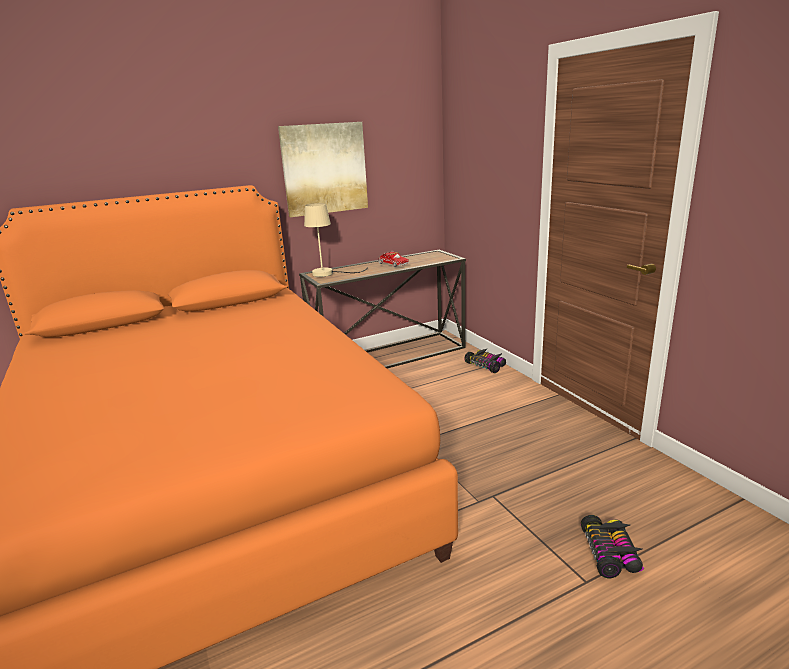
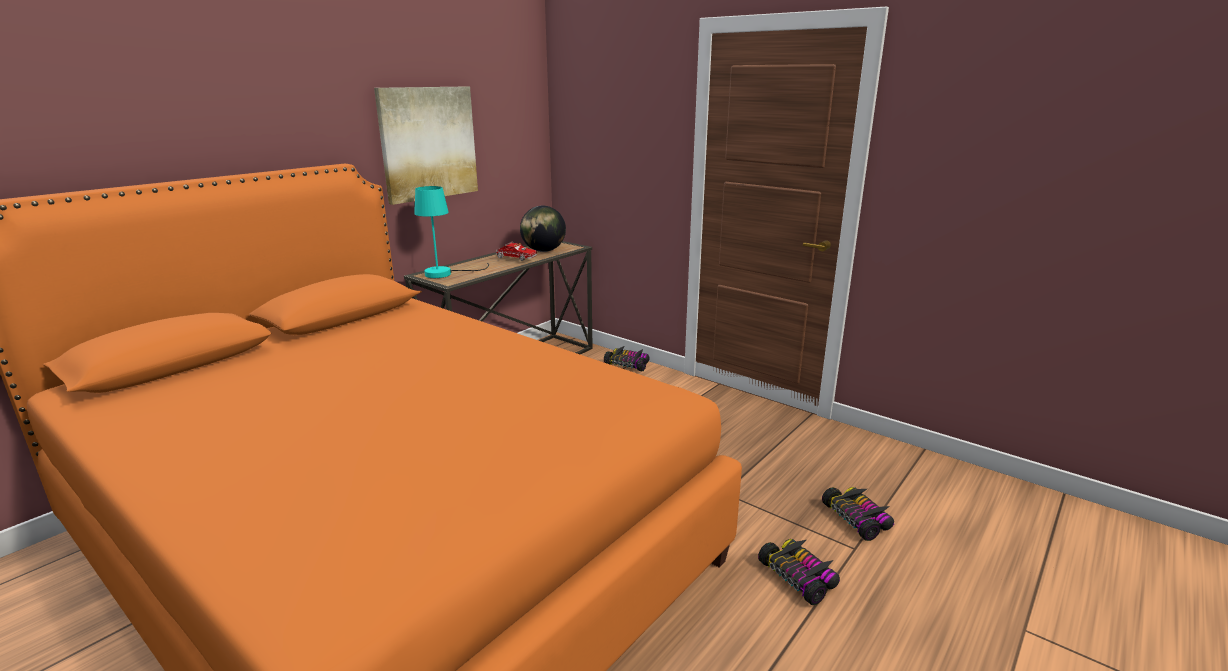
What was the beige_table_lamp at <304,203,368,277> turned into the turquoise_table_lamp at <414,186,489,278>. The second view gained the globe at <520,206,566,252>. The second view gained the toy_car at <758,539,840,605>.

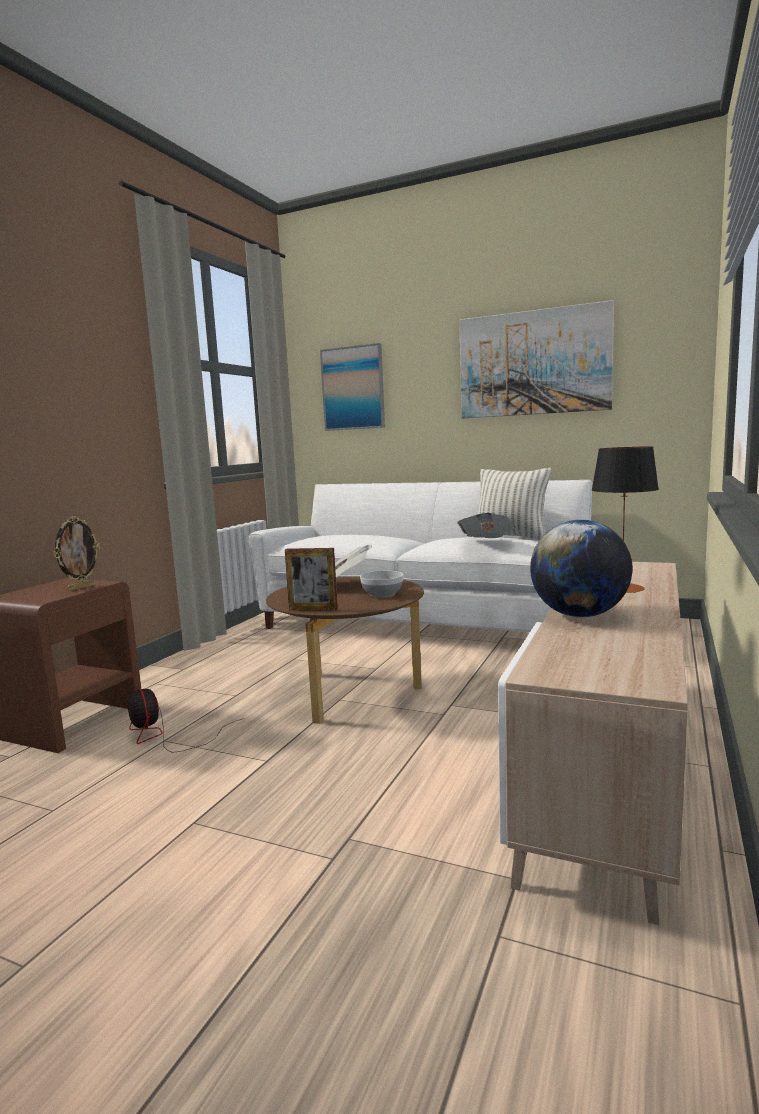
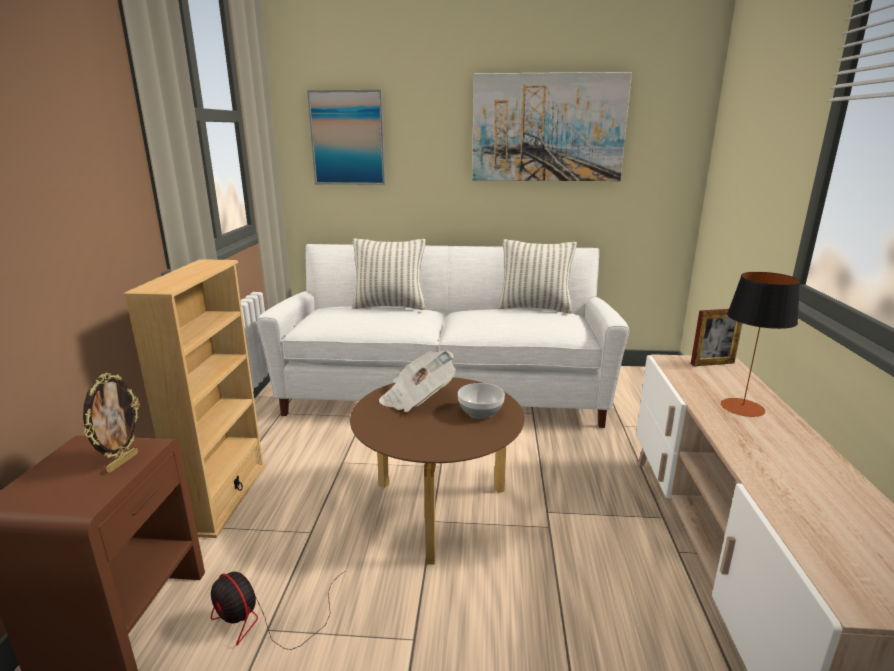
The second view gained the beige_bookcase at <123,259,266,538>. The second view gained the pillow at <352,238,426,310>. The picture_frame ended up elsewhere, having gone from <285,548,338,610> to <691,309,742,366>. The second view lost the newspaper at <457,513,516,538>. The second view lost the globe at <530,520,633,617>.

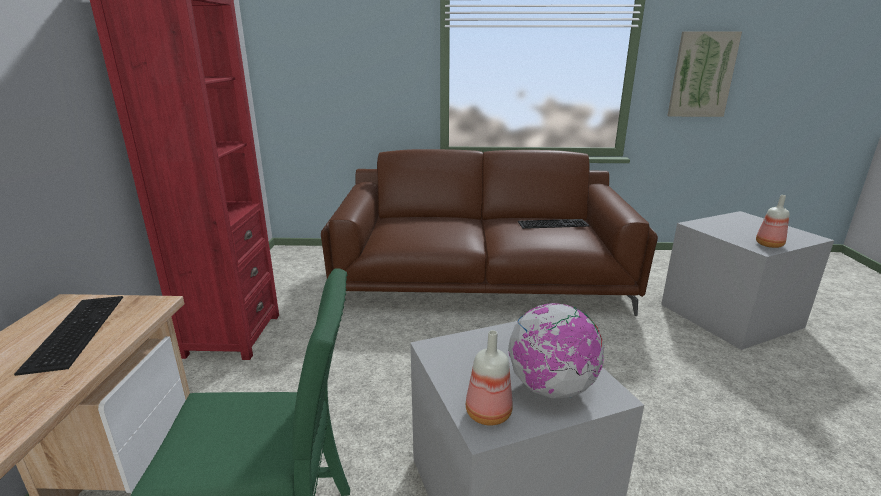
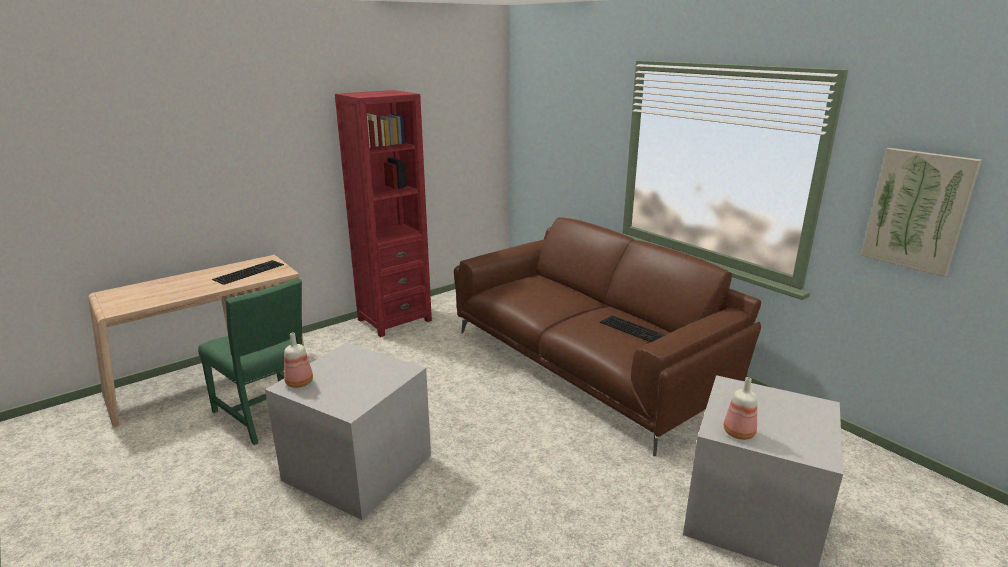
The second view lost the globe at <508,303,604,398>.

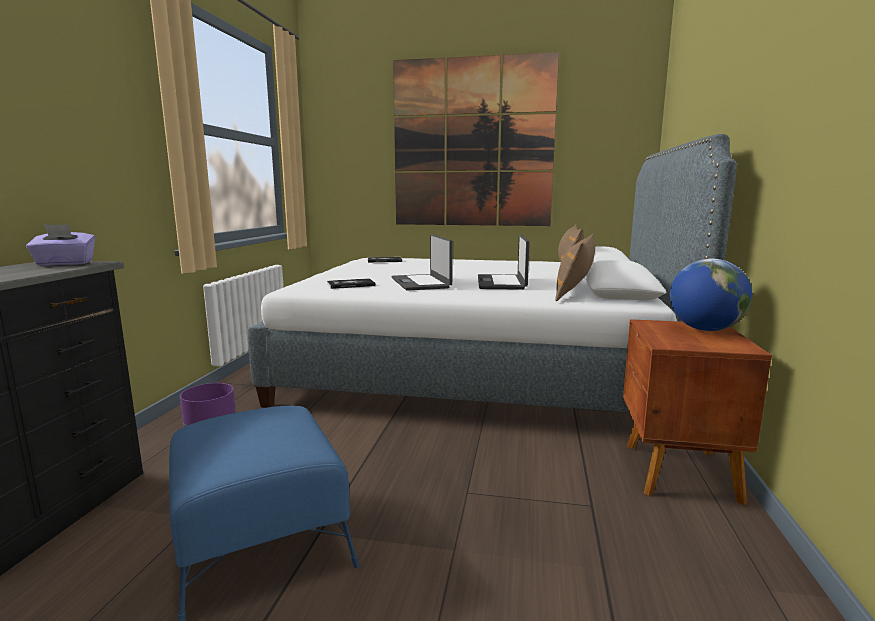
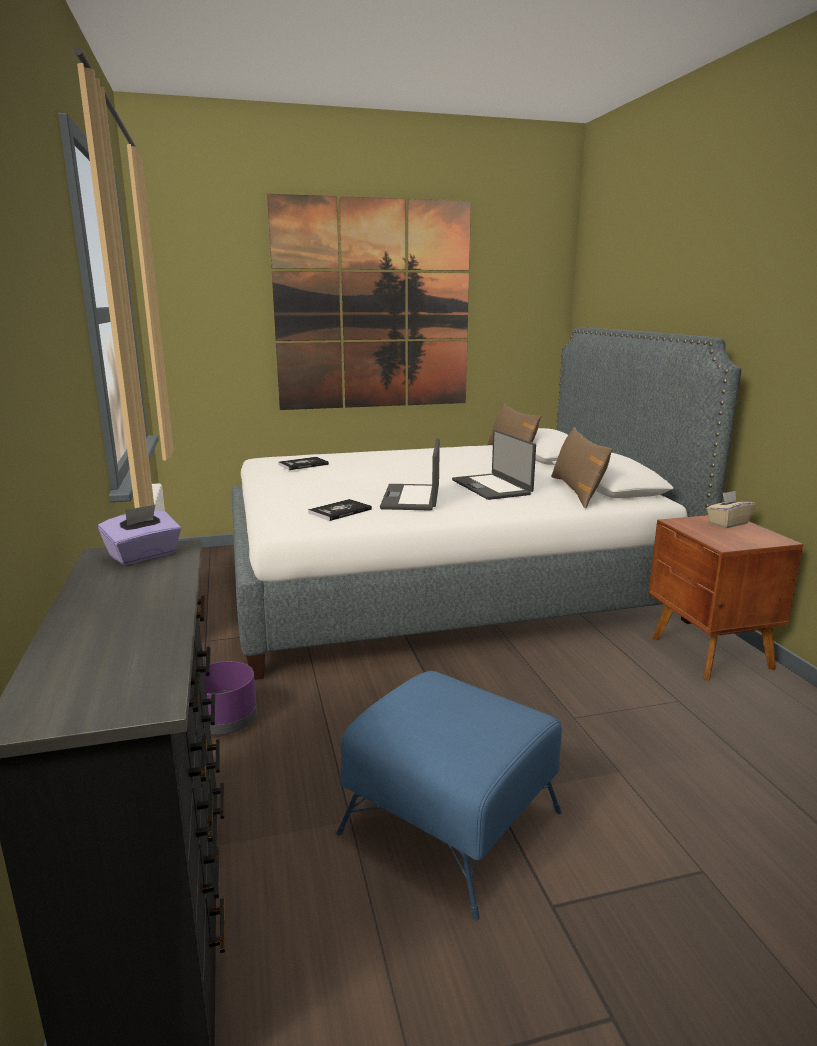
The laptop at <392,234,453,291> ended up facing another way, 45 degrees clockwise from before. Where the globe stood at <670,259,752,331>, the beige_tissue_box came to stand at <706,491,755,528>.

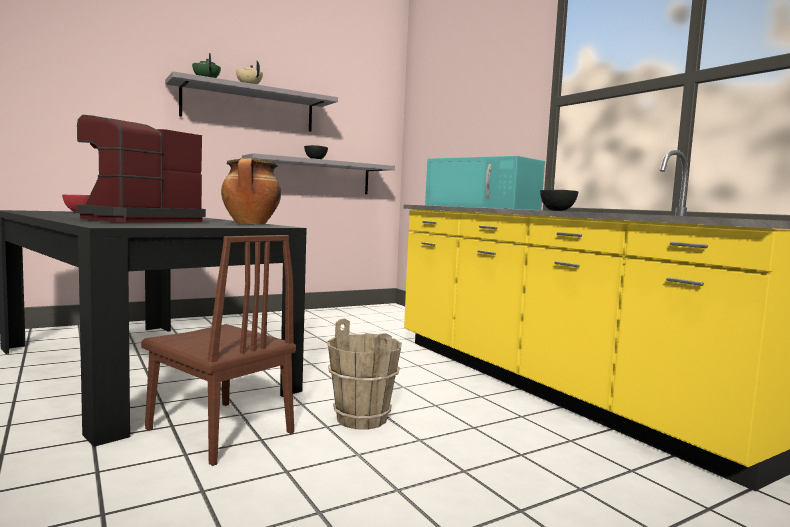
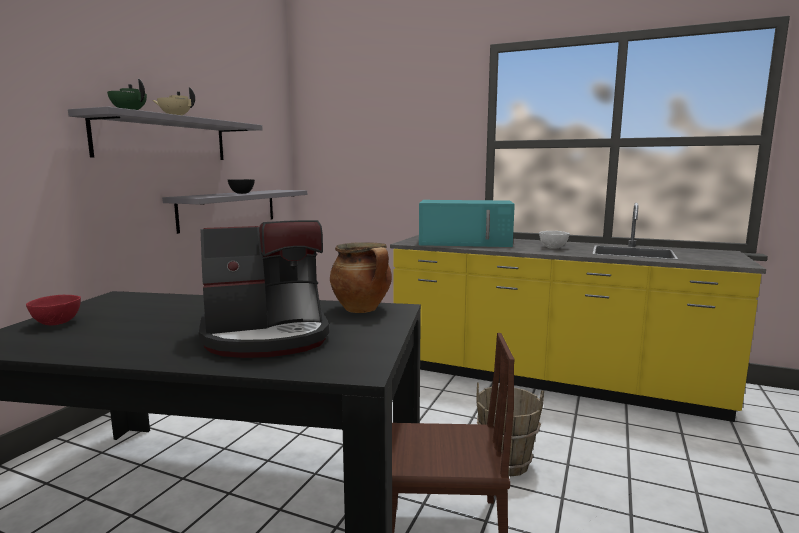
The coffee_machine at <76,115,206,222> ended up facing another way, 105 degrees counterclockwise from before. What was the black_bowl at <540,190,578,211> turned into the white_bowl at <539,231,570,249>.

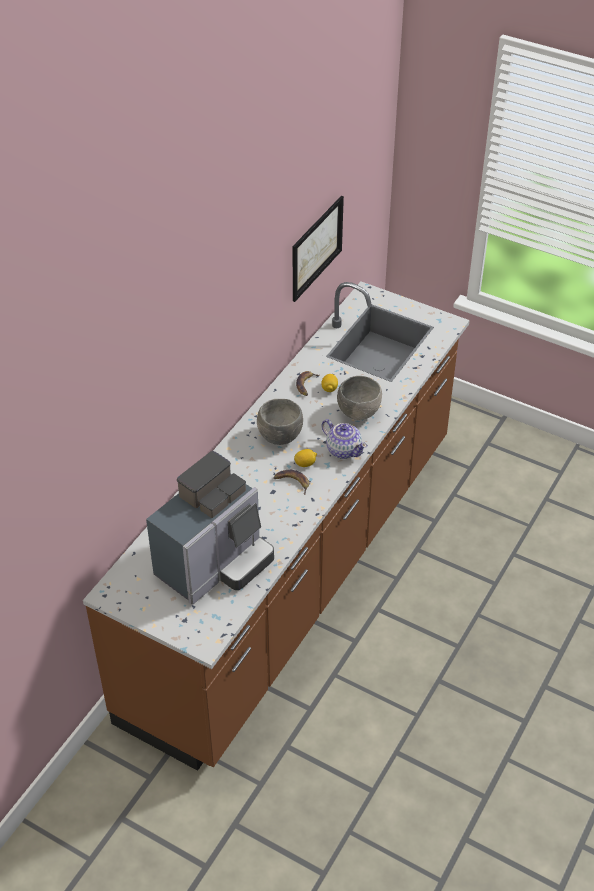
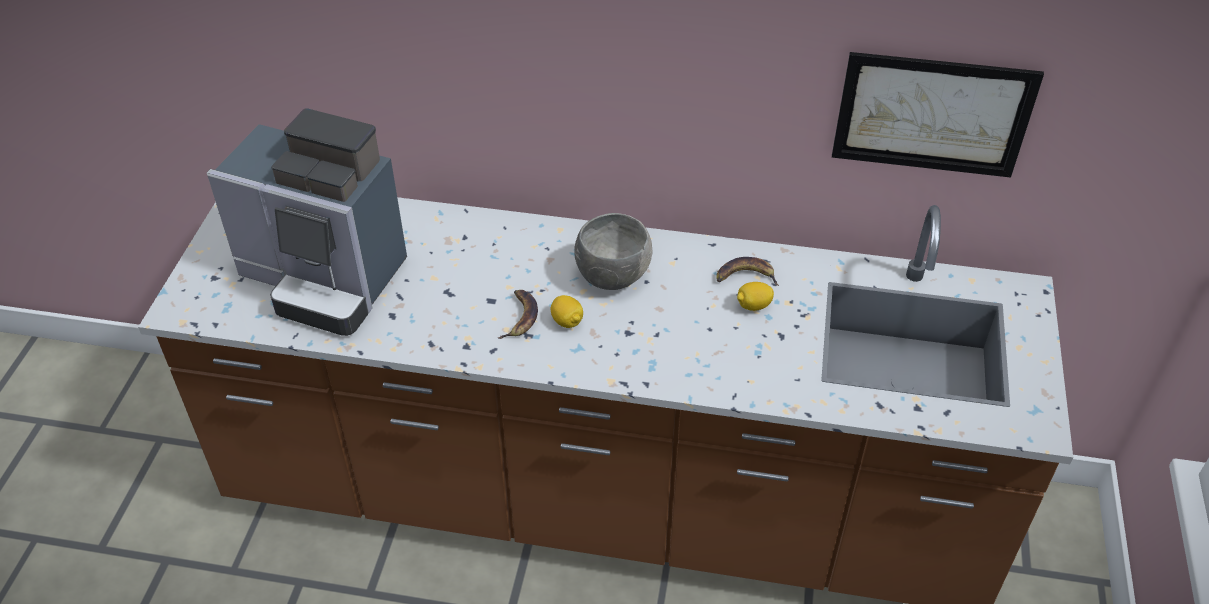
The second view lost the teapot at <322,419,367,459>. The second view lost the grey_bowl at <337,376,382,420>.

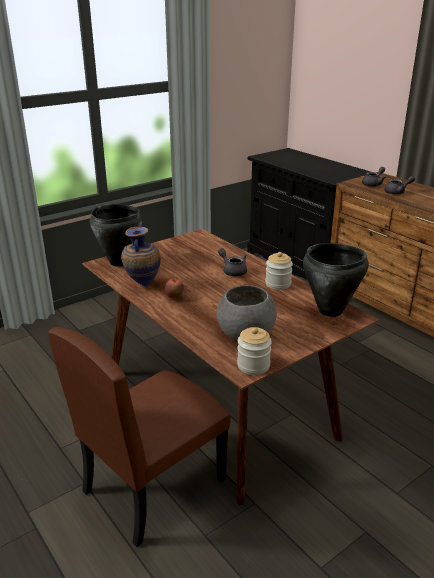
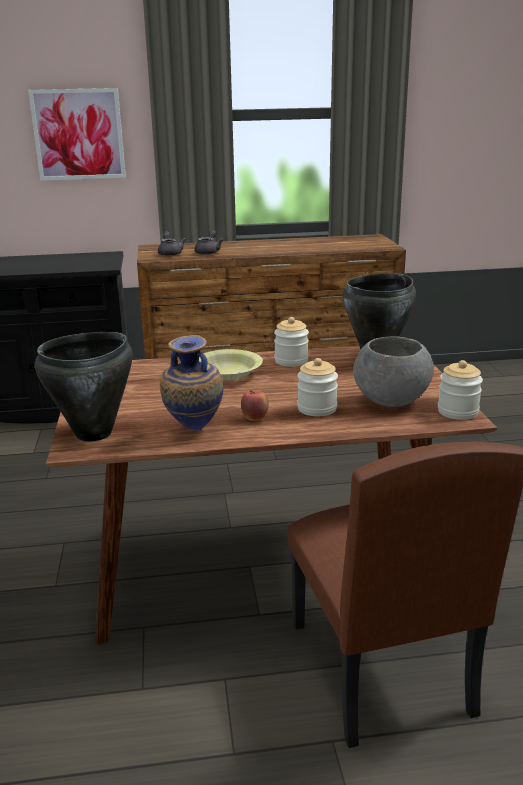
The second view gained the picture at <28,88,126,181>. Where the grey_teapot stood at <218,248,247,276>, the yellow_bowl came to stand at <199,349,263,380>. The second view gained the jar at <297,358,338,416>.

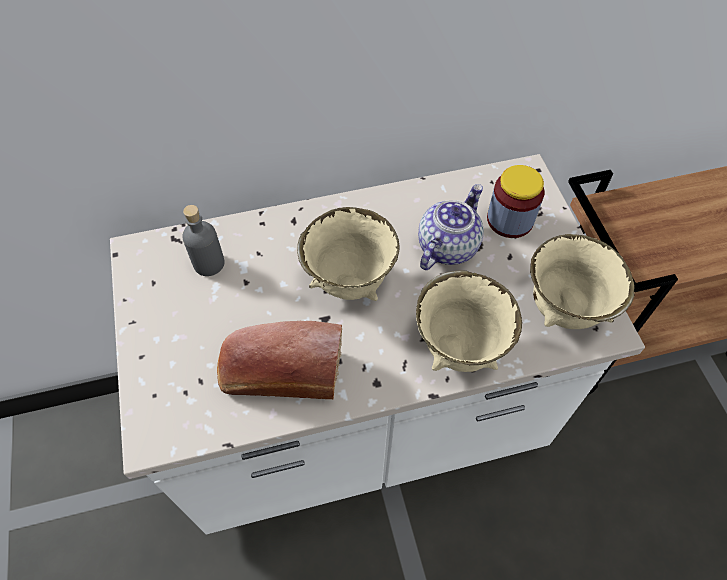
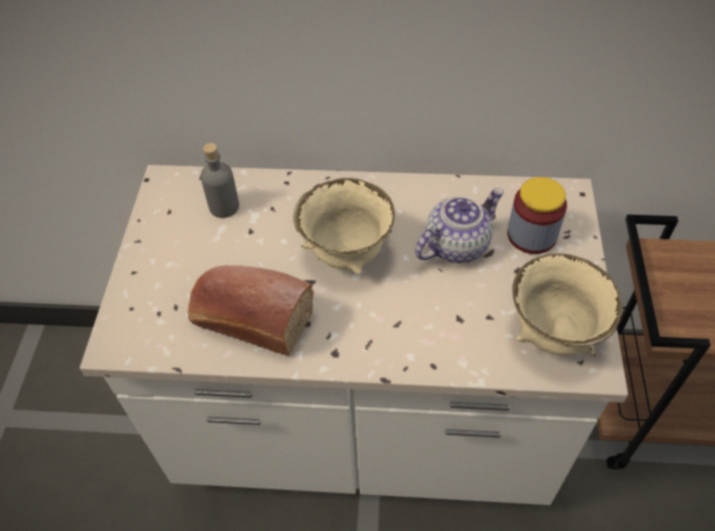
The second view lost the beige_bowl at <416,270,522,372>.

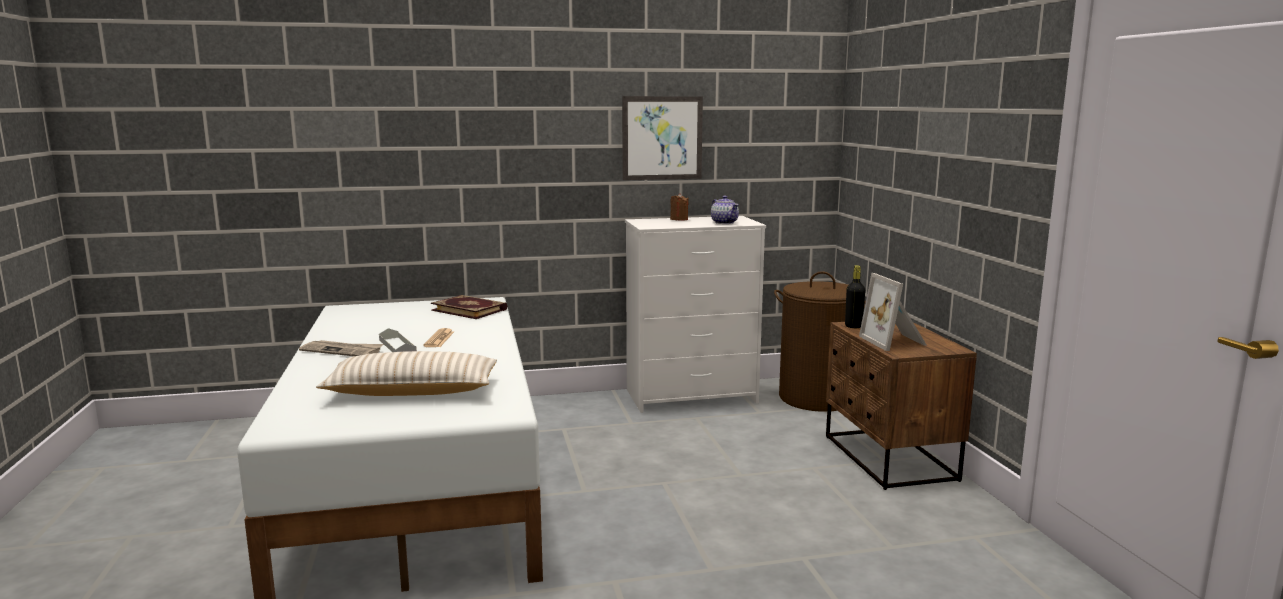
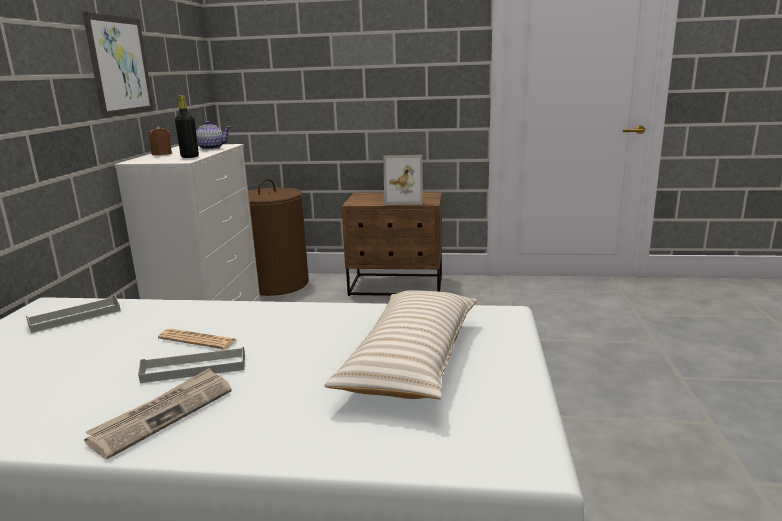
Where the book stood at <431,295,507,319>, the grey_tray came to stand at <26,295,121,333>. The black_bottle ended up elsewhere, having gone from <845,265,865,328> to <175,95,199,158>.

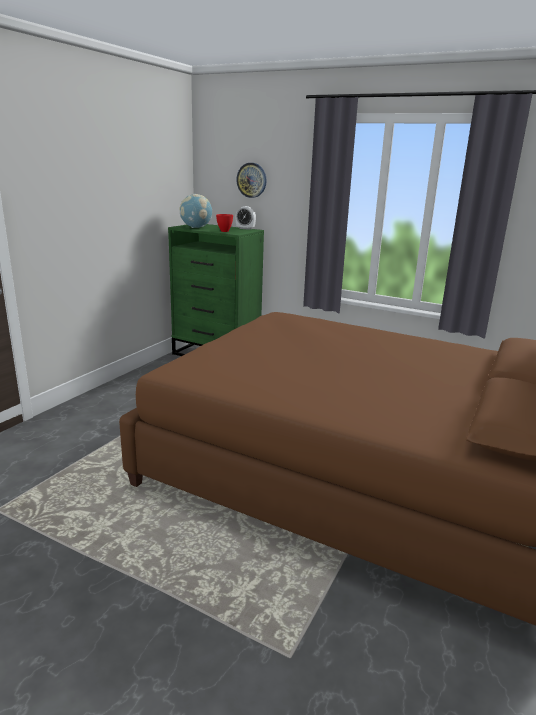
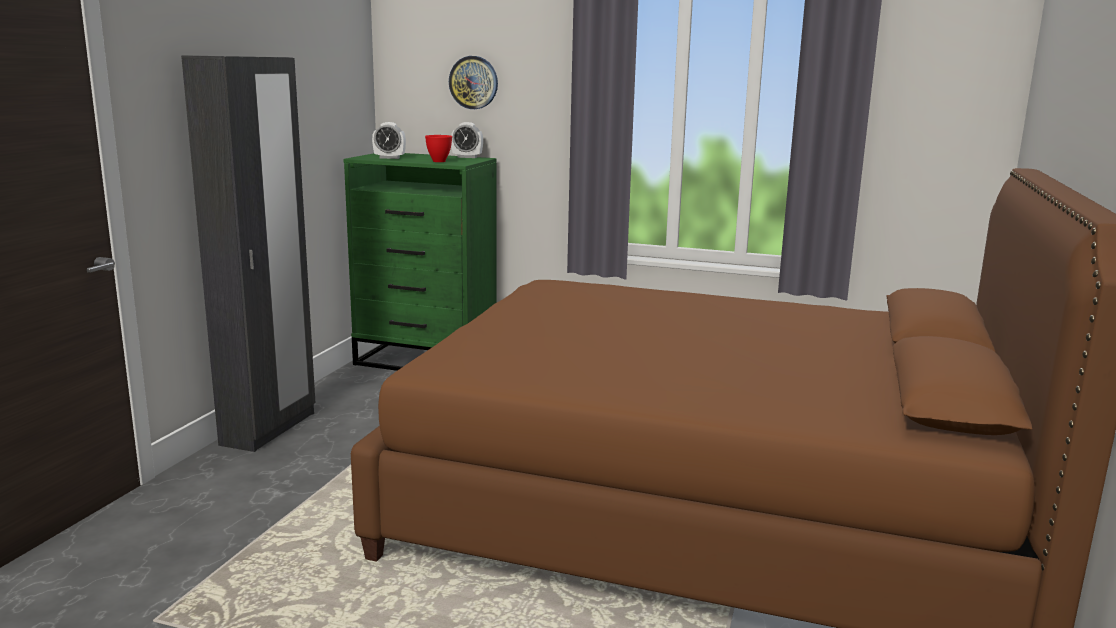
The second view gained the black_wardrobe at <181,55,315,452>. Where the globe stood at <179,194,212,228>, the alarm_clock came to stand at <372,122,406,159>.

